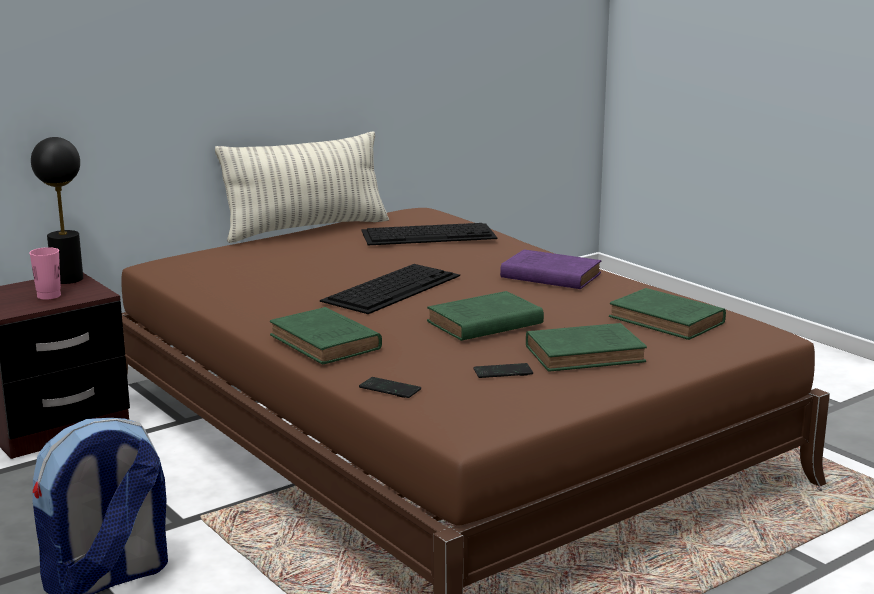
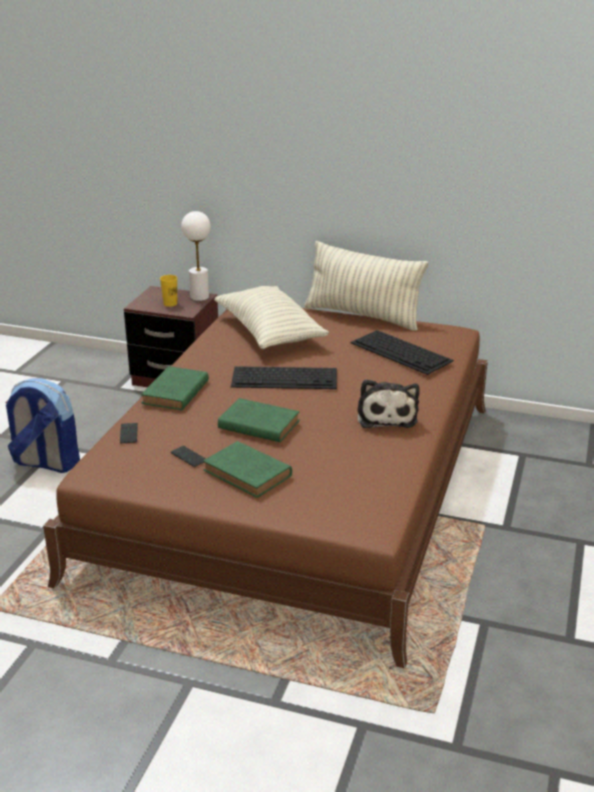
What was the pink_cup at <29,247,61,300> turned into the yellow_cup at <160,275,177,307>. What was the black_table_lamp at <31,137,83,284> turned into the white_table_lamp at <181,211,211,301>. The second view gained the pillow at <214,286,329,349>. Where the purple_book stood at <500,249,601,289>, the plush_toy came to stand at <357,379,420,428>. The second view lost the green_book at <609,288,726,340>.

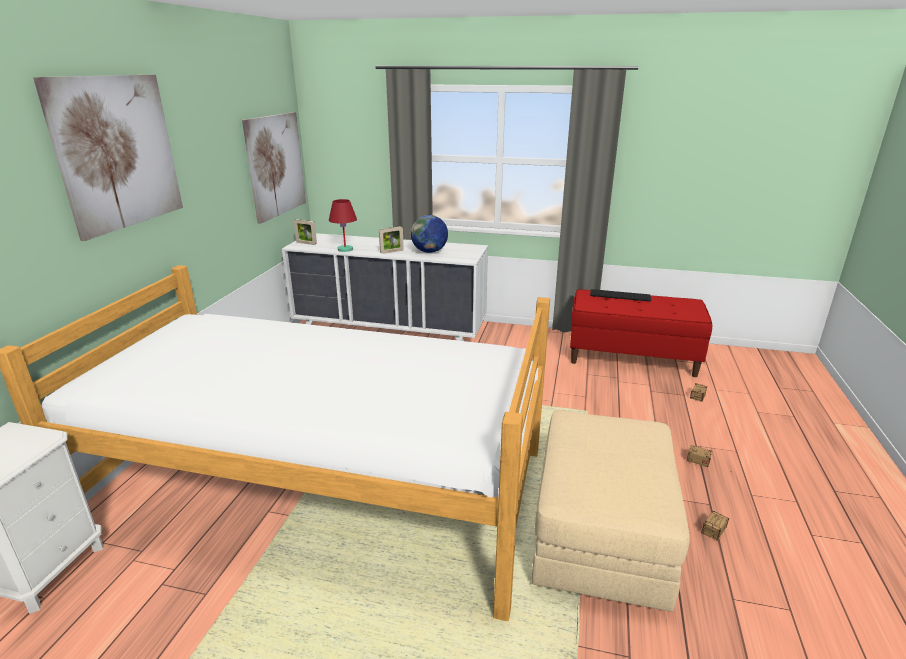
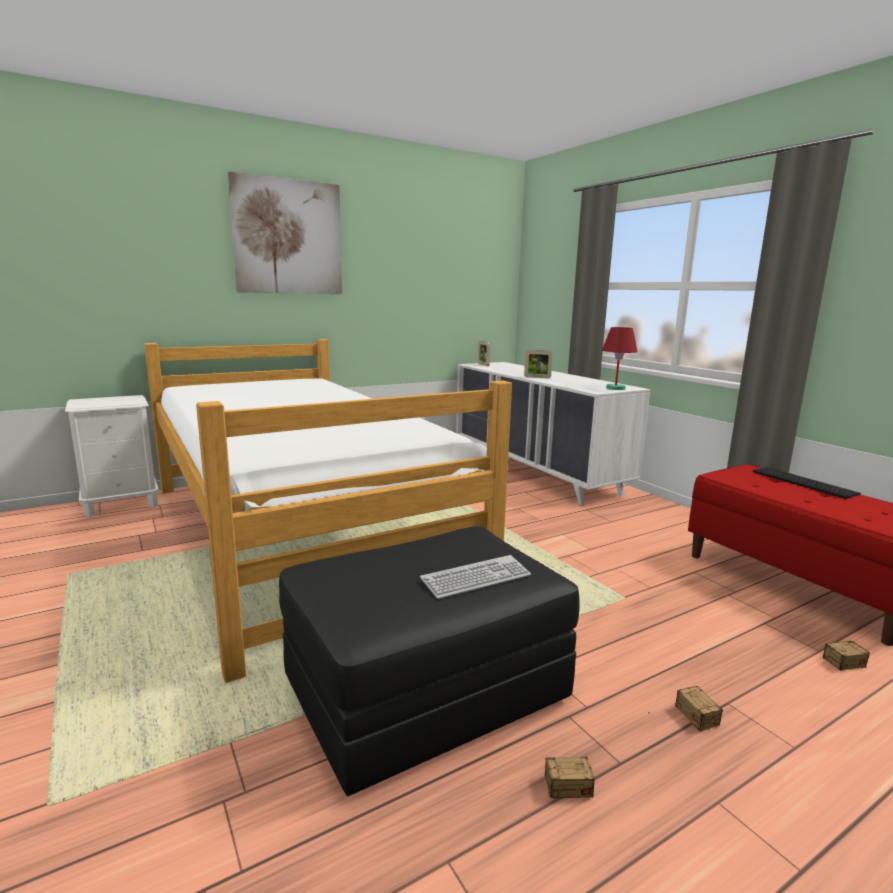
What was the beige_ottoman at <532,410,690,612> turned into the black_ottoman at <279,526,580,796>. The second view gained the keyboard at <420,555,531,599>. The red_table_lamp ended up elsewhere, having gone from <329,199,357,252> to <602,327,638,390>. The second view lost the picture at <242,112,306,224>. The second view lost the globe at <411,215,448,253>.

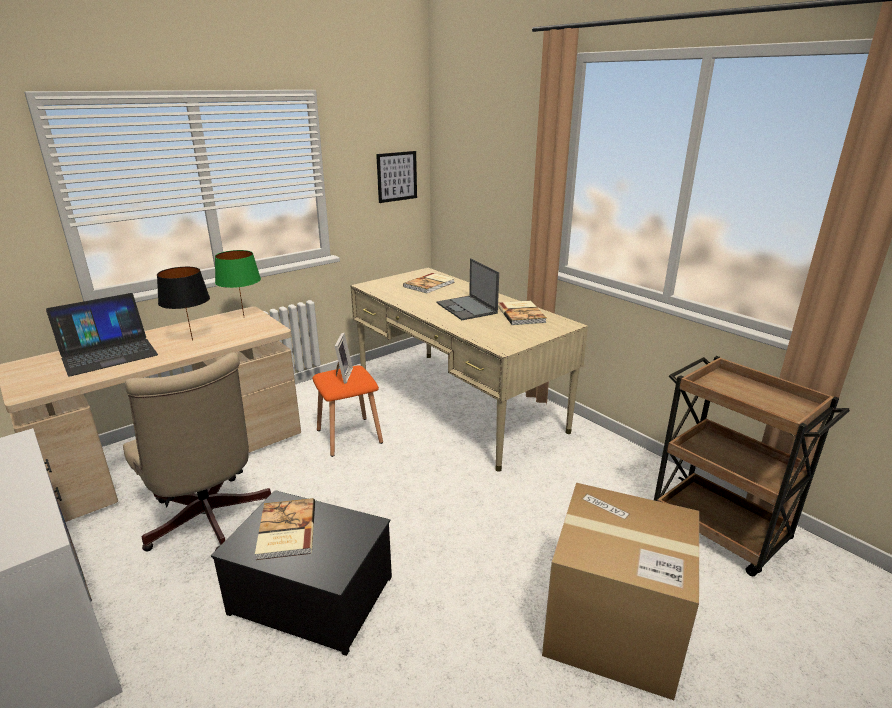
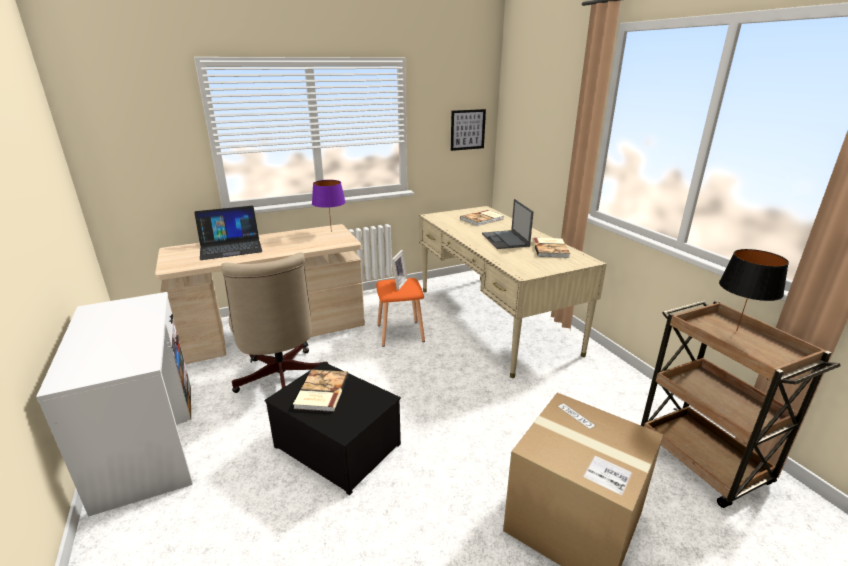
What was the green_table_lamp at <215,250,261,316> turned into the purple_table_lamp at <312,180,346,232>. The black_table_lamp ended up elsewhere, having gone from <157,267,210,340> to <719,249,789,331>.

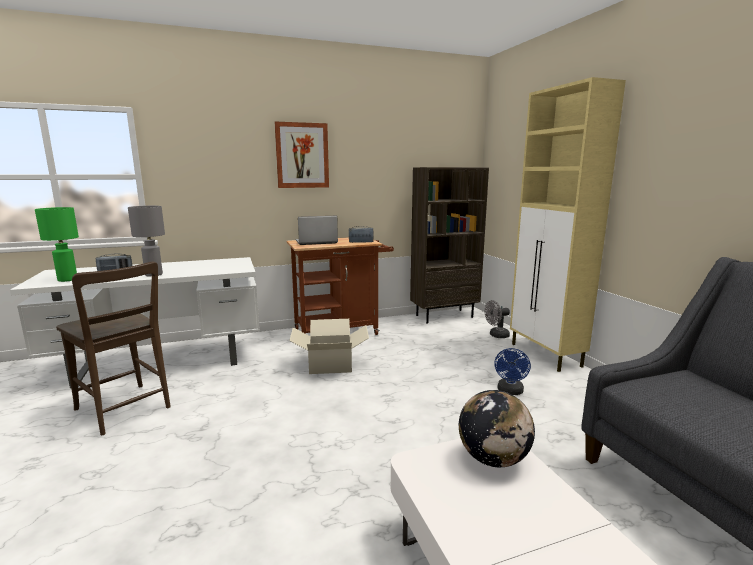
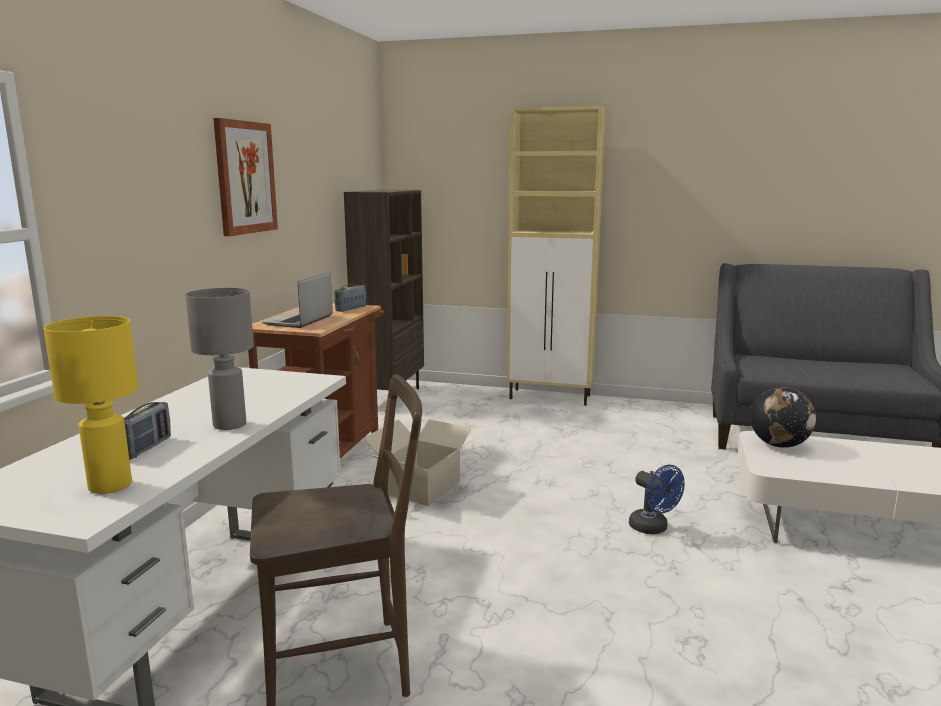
What was the green_table_lamp at <35,207,79,282> turned into the yellow_table_lamp at <44,316,138,494>. The blue_fan ended up elsewhere, having gone from <494,348,531,395> to <629,465,685,534>. The second view lost the grey_fan at <485,300,510,338>.

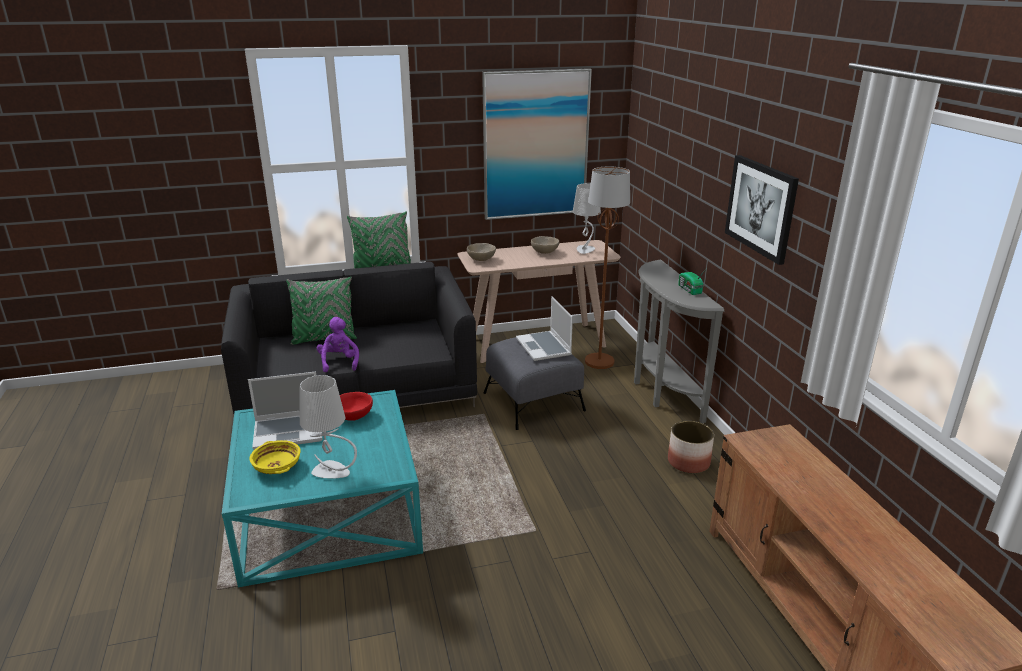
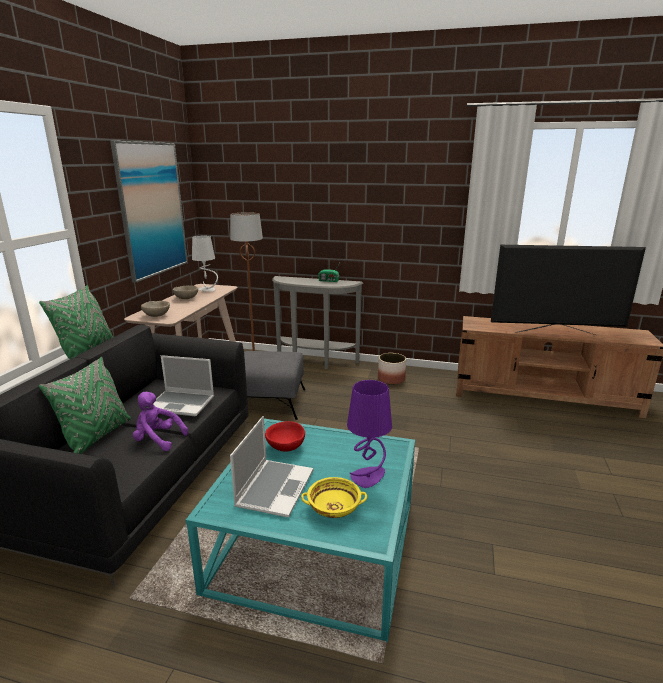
The laptop ended up elsewhere, having gone from <516,296,573,361> to <153,355,214,416>. What was the grey_table_lamp at <300,375,357,478> turned into the purple_table_lamp at <347,380,392,488>. The second view gained the television at <491,245,646,335>. The second view lost the picture at <725,155,799,265>.

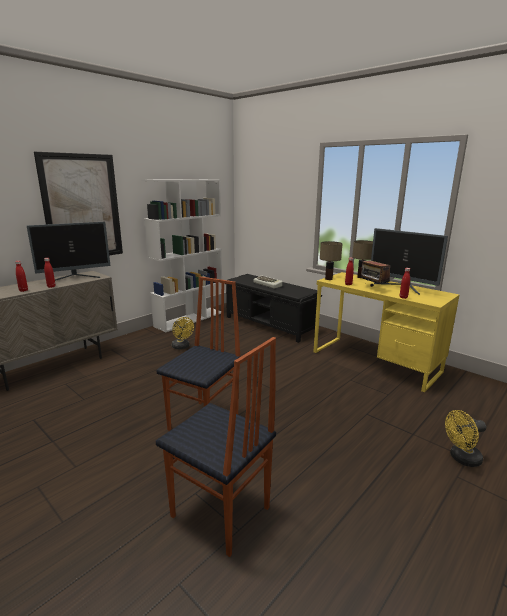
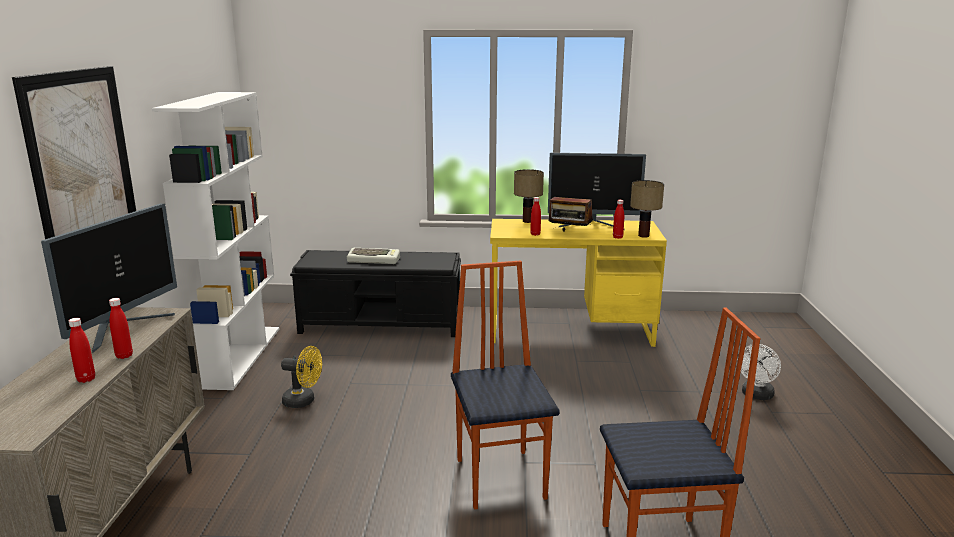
The table_lamp ended up elsewhere, having gone from <320,241,343,280> to <630,180,664,238>. What was the yellow_fan at <445,410,486,467> turned into the white_fan at <741,344,781,400>.

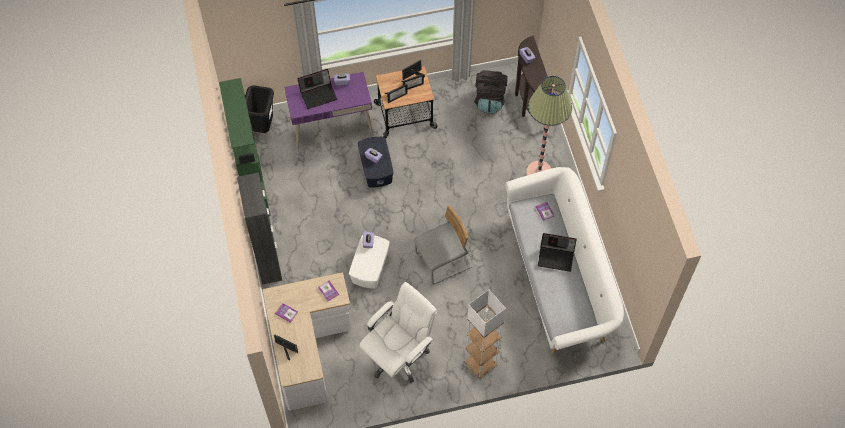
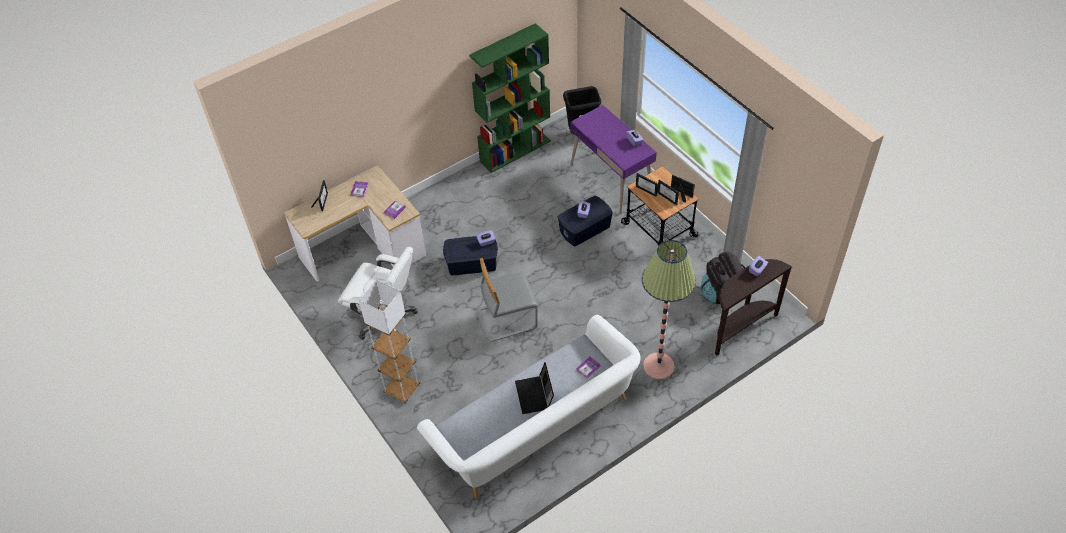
What was the white_storage_box at <349,235,390,289> turned into the blue_storage_box at <443,236,498,275>. The grey_chair at <414,205,473,284> ended up facing another way, 120 degrees clockwise from before. The second view lost the black_cabinet at <237,172,282,284>. The second view lost the laptop at <298,69,337,109>.

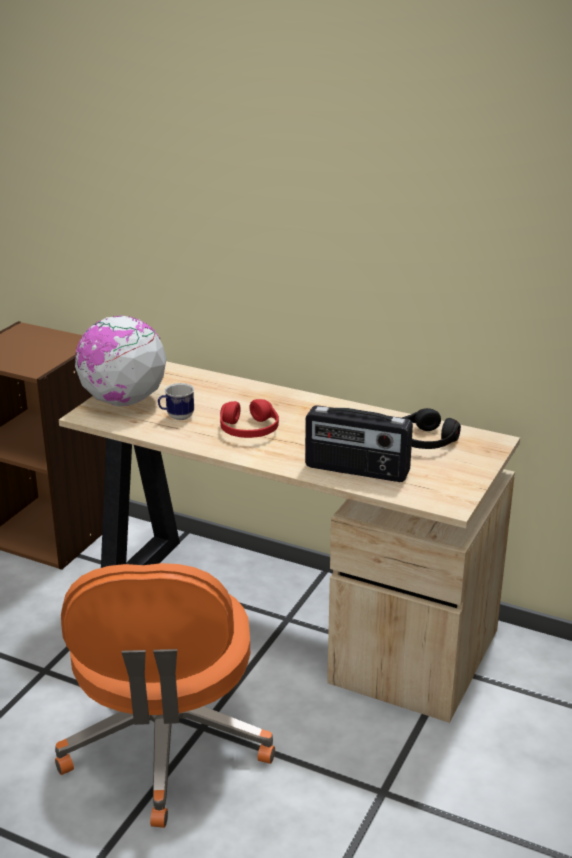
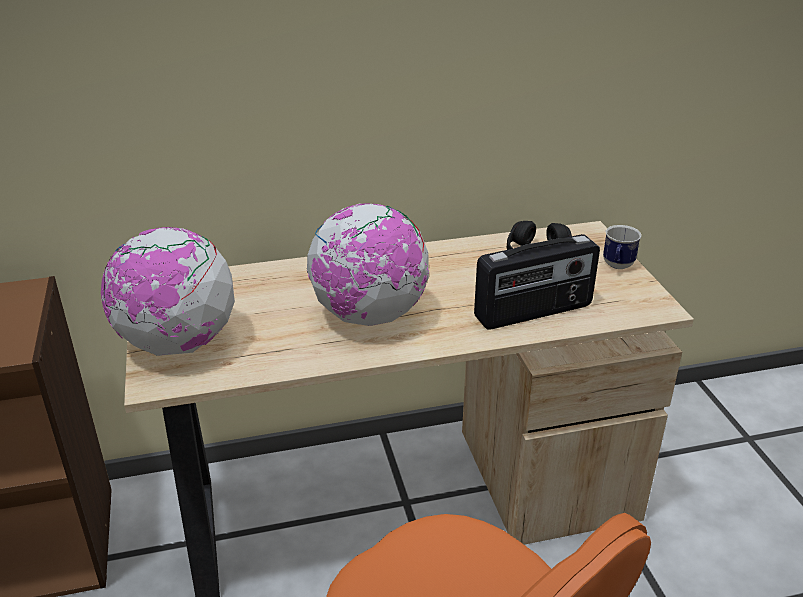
Where the red_headphones stood at <220,399,279,438>, the globe came to stand at <306,203,429,326>. The mug ended up elsewhere, having gone from <158,383,194,420> to <603,225,642,269>.

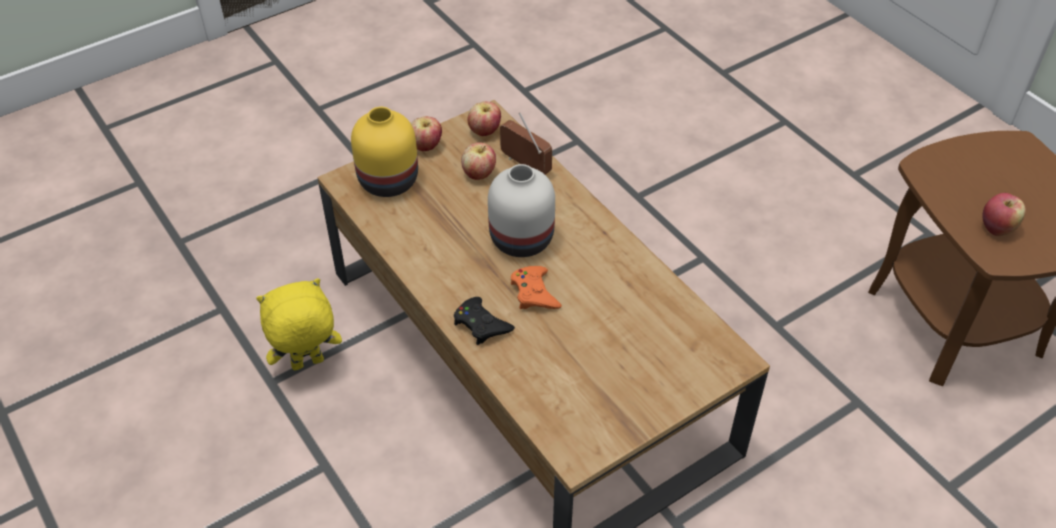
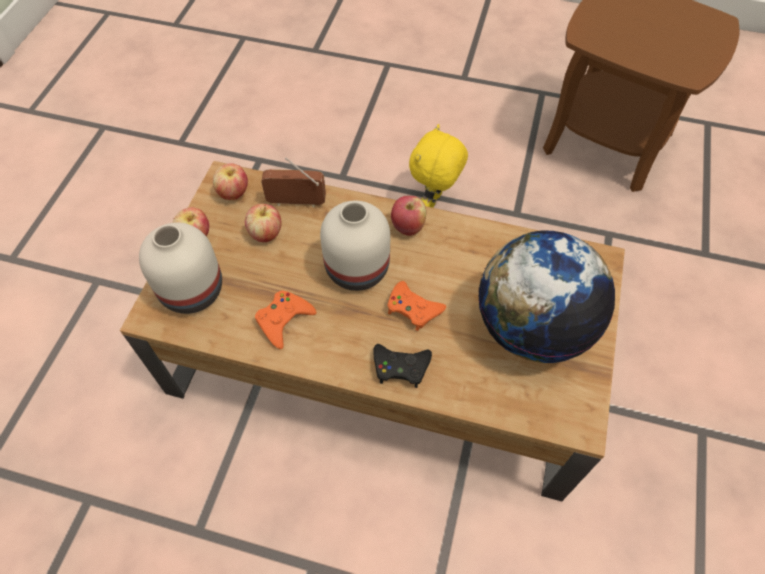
What was the yellow_vase at <351,107,418,197> turned into the white_vase at <139,223,222,314>. The second view gained the orange_game_controller at <255,291,316,349>. The apple ended up elsewhere, having gone from <982,193,1026,236> to <391,196,426,236>. The yellow_plush_toy ended up elsewhere, having gone from <256,278,342,371> to <409,124,468,208>. The second view gained the globe at <478,230,615,363>.

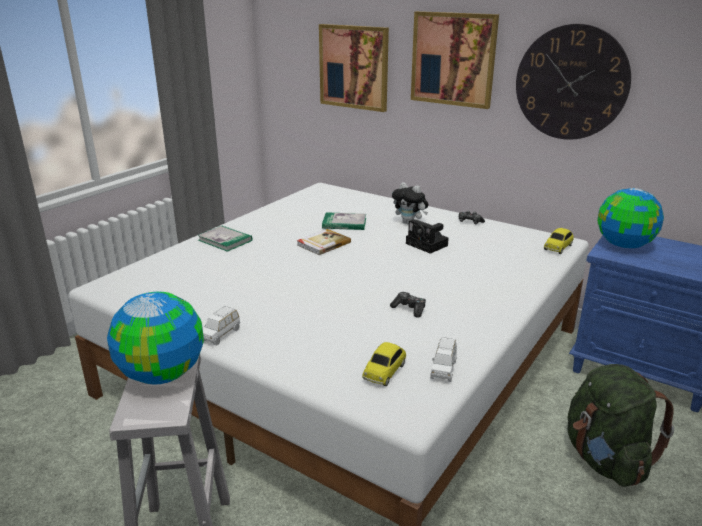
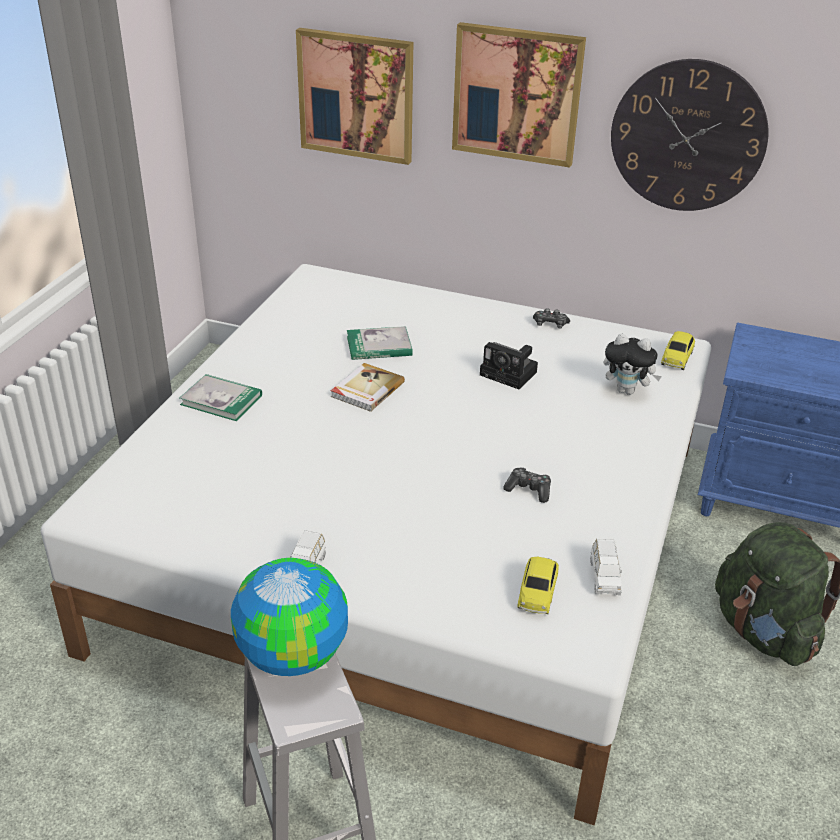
The plush_toy ended up elsewhere, having gone from <392,182,428,225> to <604,333,662,395>. The second view lost the globe at <597,188,664,248>.

